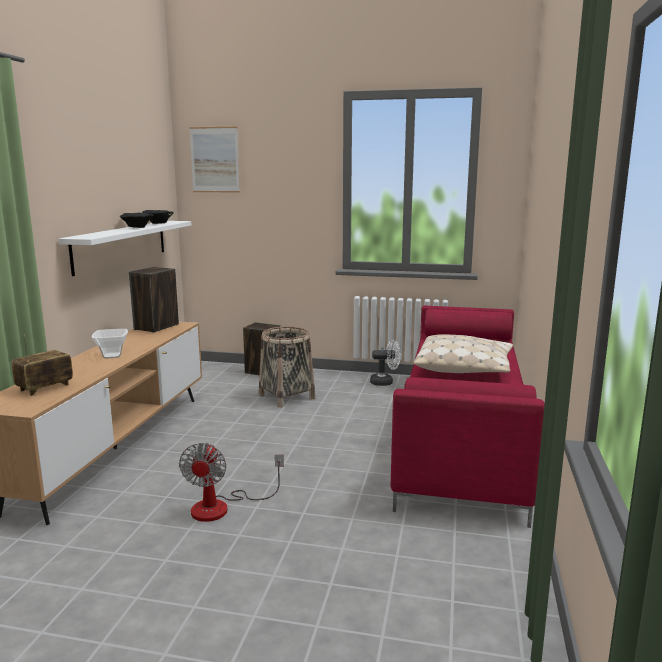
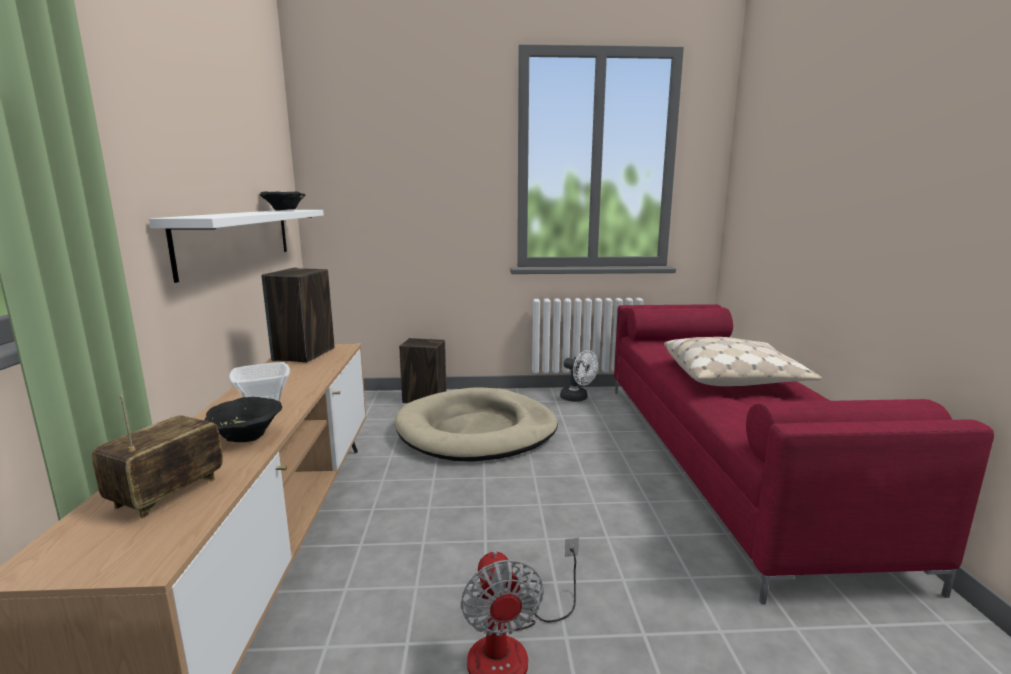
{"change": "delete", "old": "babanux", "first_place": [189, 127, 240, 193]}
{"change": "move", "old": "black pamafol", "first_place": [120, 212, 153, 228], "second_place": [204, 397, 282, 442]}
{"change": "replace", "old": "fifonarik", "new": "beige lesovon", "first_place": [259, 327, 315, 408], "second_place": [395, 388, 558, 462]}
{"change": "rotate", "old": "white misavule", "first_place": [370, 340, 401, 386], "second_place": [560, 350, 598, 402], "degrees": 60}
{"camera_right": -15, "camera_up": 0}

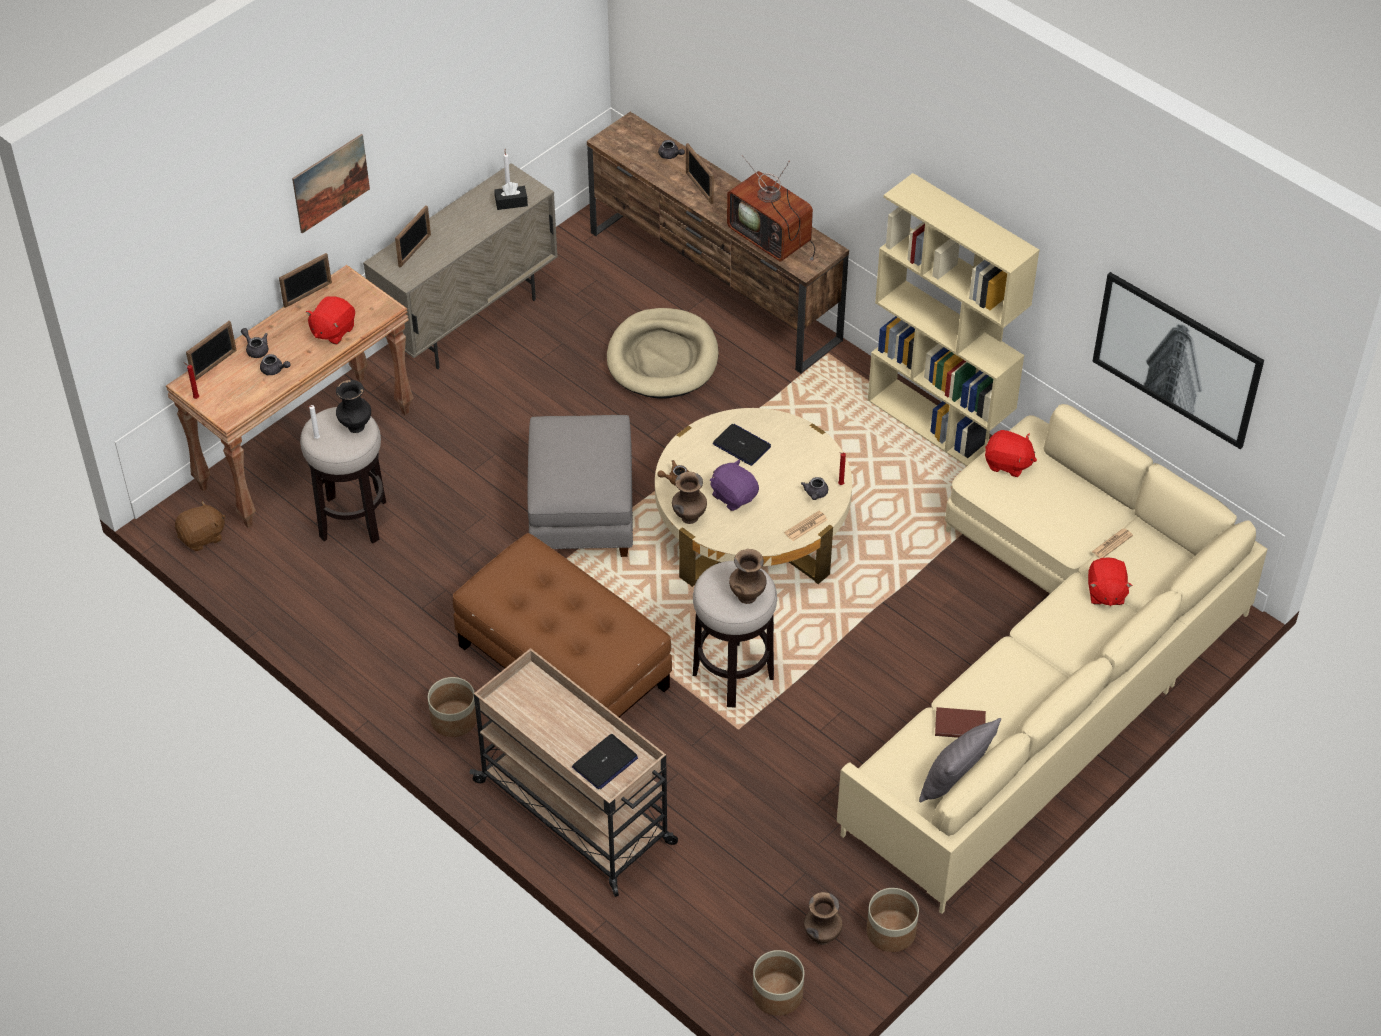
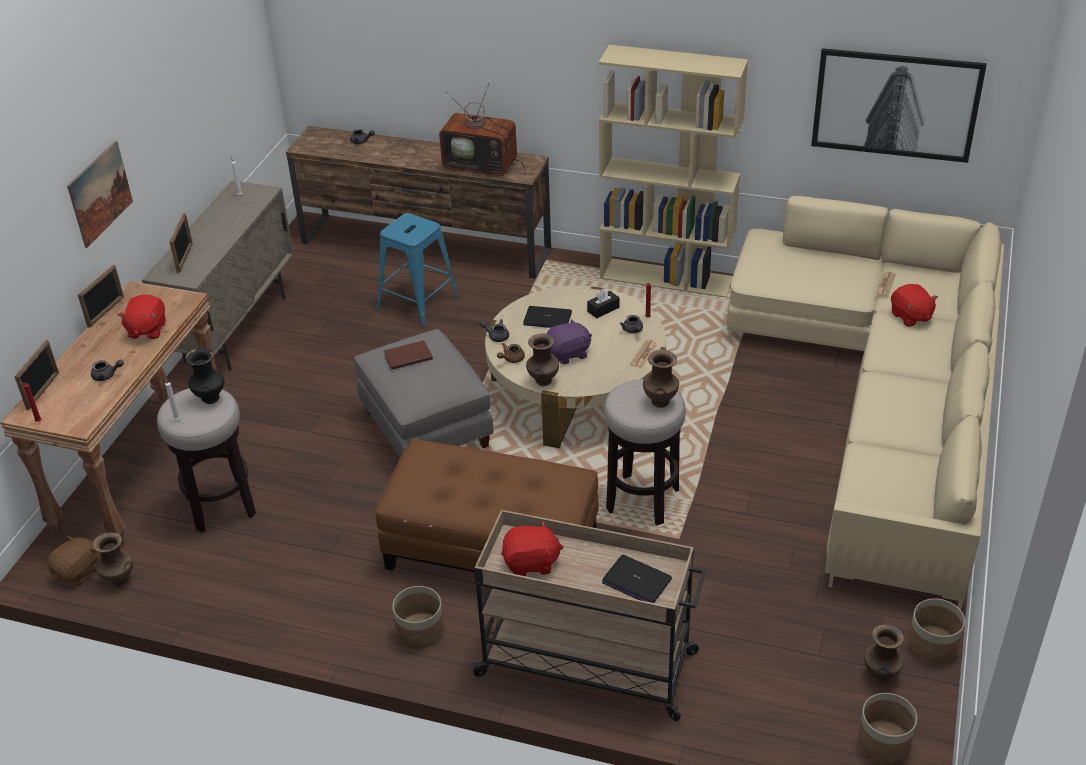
{"change": "delete", "old": "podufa", "first_place": [686, 143, 714, 204]}
{"change": "delete", "old": "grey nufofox", "first_place": [919, 718, 1001, 802]}
{"change": "insert", "new": "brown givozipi", "second_place": [93, 532, 133, 587]}
{"change": "move", "old": "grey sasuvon", "first_place": [241, 328, 268, 358], "second_place": [479, 319, 509, 342]}
{"change": "move", "old": "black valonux", "first_place": [494, 182, 528, 210], "second_place": [587, 289, 619, 318]}
{"change": "move", "old": "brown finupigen", "first_place": [935, 707, 986, 738], "second_place": [384, 340, 433, 370]}
{"change": "move", "old": "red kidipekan", "first_place": [985, 430, 1037, 477], "second_place": [501, 520, 563, 576]}
{"change": "replace", "old": "beige lesovon", "new": "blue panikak", "first_place": [607, 308, 719, 398], "second_place": [377, 213, 459, 327]}
{"change": "rotate", "old": "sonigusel", "first_place": [572, 734, 638, 789], "second_place": [602, 555, 672, 603], "degrees": 105}
{"change": "rotate", "old": "purple kidipekan", "first_place": [710, 459, 759, 511], "second_place": [546, 319, 592, 365], "degrees": 135}
{"camera_right": -25, "camera_up": -10}

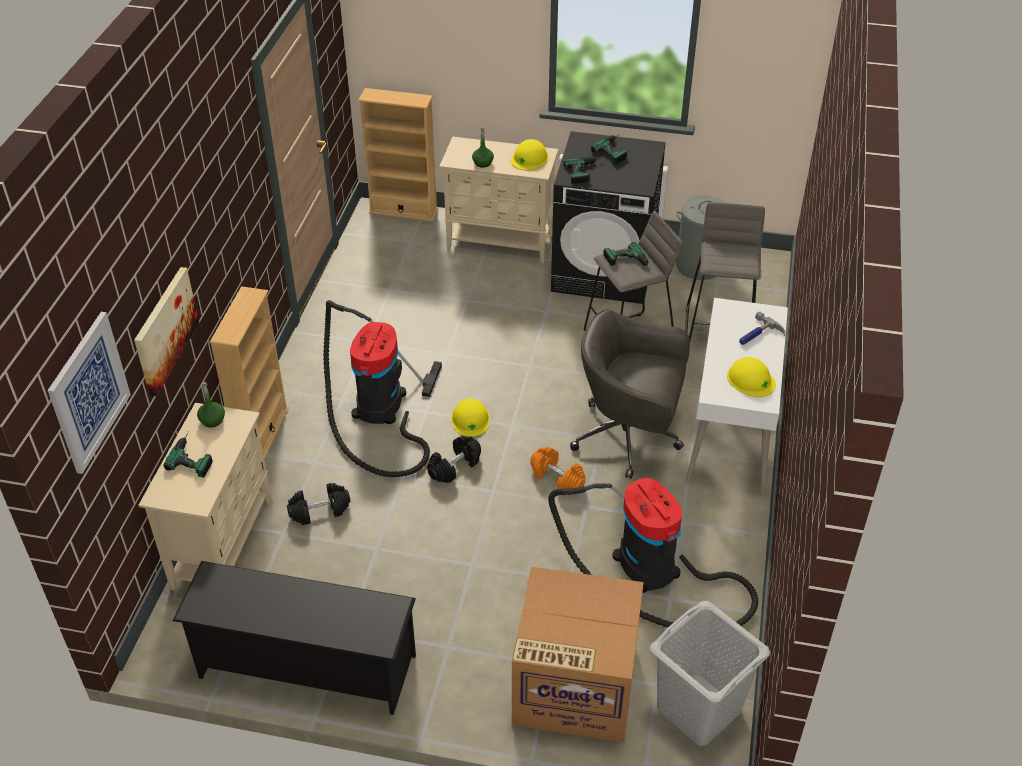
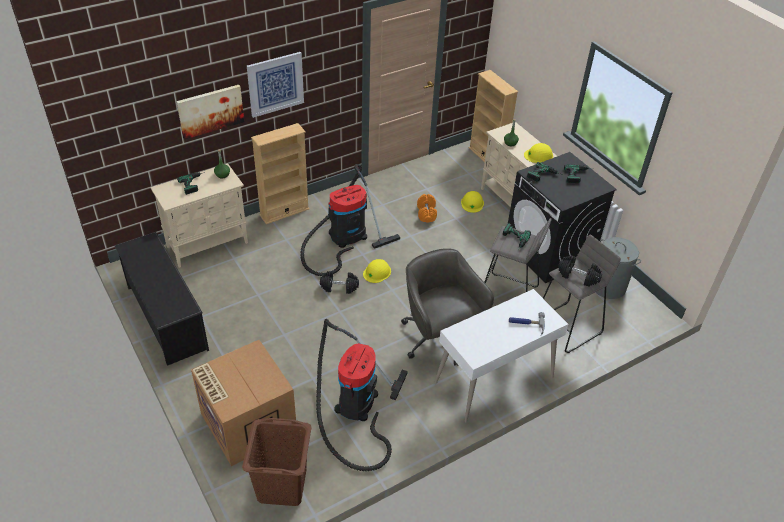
{"change": "move", "old": "babanux", "first_place": [48, 312, 131, 474], "second_place": [247, 52, 304, 118]}
{"change": "move", "old": "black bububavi", "first_place": [287, 483, 351, 525], "second_place": [558, 255, 602, 287]}
{"change": "move", "old": "orange bububavi", "first_place": [531, 447, 585, 489], "second_place": [417, 194, 437, 223]}
{"change": "move", "old": "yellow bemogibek", "first_place": [727, 357, 776, 397], "second_place": [461, 191, 484, 213]}
{"change": "recolor", "old": "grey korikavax", "new": "brown korikavax", "first_place": [650, 601, 770, 746], "second_place": [242, 418, 312, 506]}
{"camera_right": 45, "camera_up": 0}

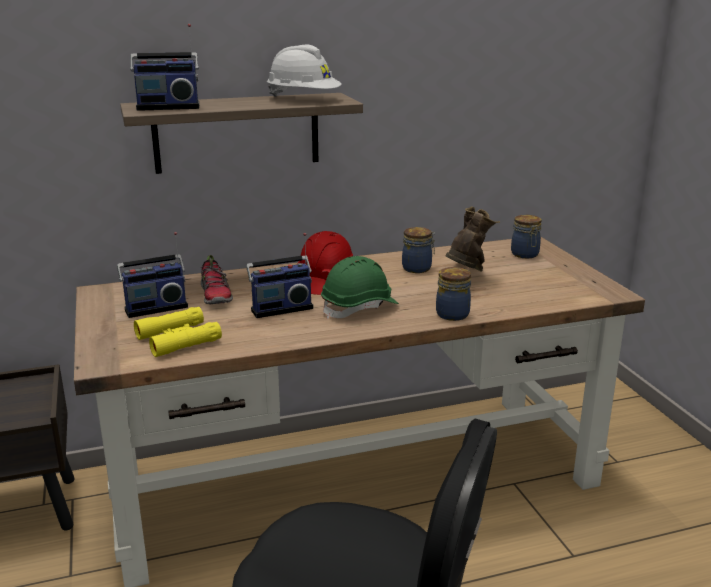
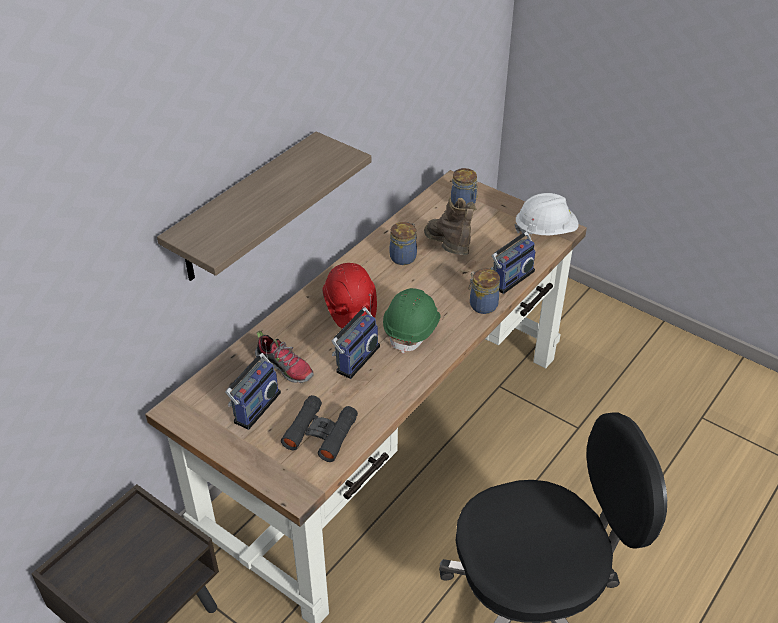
{"change": "move", "old": "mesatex", "first_place": [130, 24, 199, 111], "second_place": [491, 218, 535, 294]}
{"change": "move", "old": "white bemogibek", "first_place": [267, 44, 342, 97], "second_place": [514, 193, 579, 235]}
{"change": "recolor", "old": "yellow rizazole", "new": "black rizazole", "first_place": [134, 307, 222, 357], "second_place": [281, 395, 358, 462]}
{"camera_right": -35, "camera_up": 20}

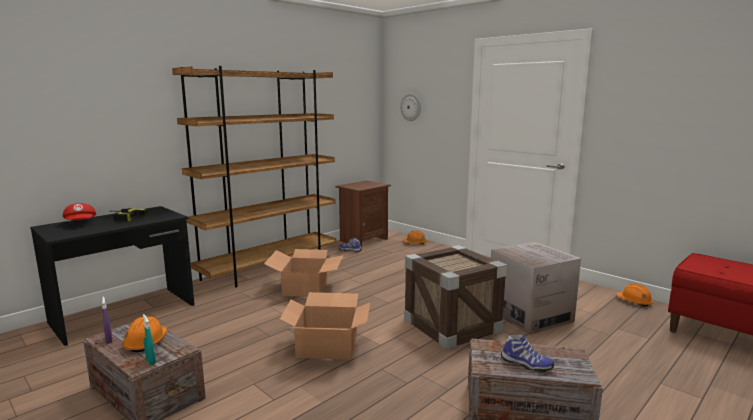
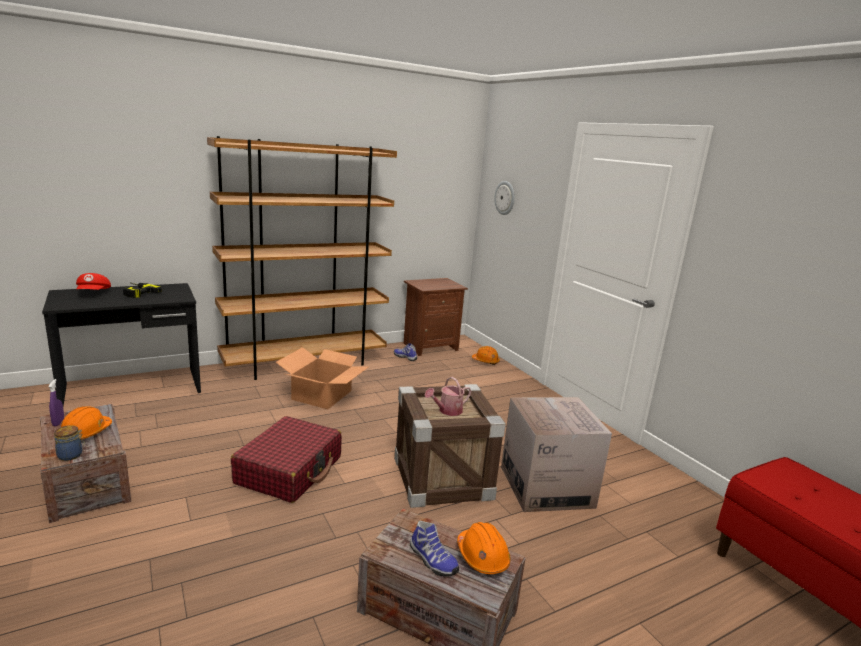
{"change": "insert", "new": "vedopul", "second_place": [424, 377, 472, 416]}
{"change": "move", "old": "orange bemogibek", "first_place": [617, 284, 653, 306], "second_place": [457, 522, 510, 575]}
{"change": "replace", "old": "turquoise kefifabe", "new": "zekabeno", "first_place": [143, 314, 156, 365], "second_place": [54, 425, 84, 461]}
{"change": "replace", "old": "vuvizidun", "new": "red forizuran", "first_place": [280, 292, 371, 360], "second_place": [231, 416, 342, 503]}
{"camera_right": 15, "camera_up": 5}

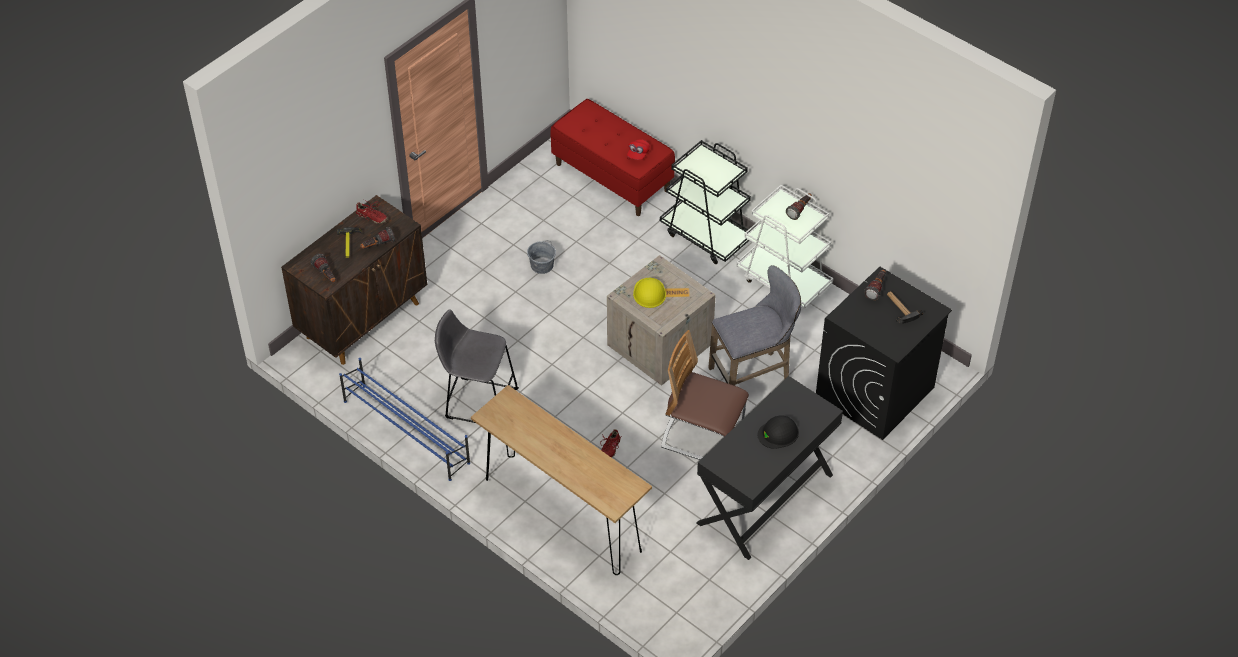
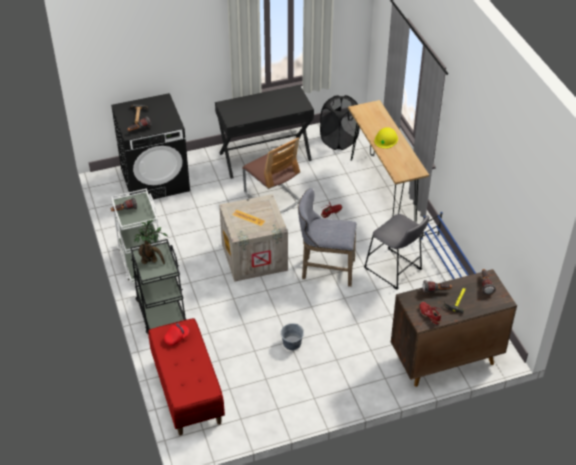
{"change": "delete", "old": "black bemogibek", "first_place": [758, 415, 799, 449]}
{"change": "insert", "new": "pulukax", "second_place": [134, 220, 167, 264]}
{"change": "insert", "new": "black korikavax", "second_place": [320, 95, 360, 150]}
{"change": "move", "old": "yellow bemogibek", "first_place": [633, 278, 666, 308], "second_place": [374, 127, 398, 149]}
{"change": "move", "old": "grey panikak", "first_place": [708, 265, 801, 386], "second_place": [298, 188, 357, 287]}
{"camera_right": -150, "camera_up": -5}

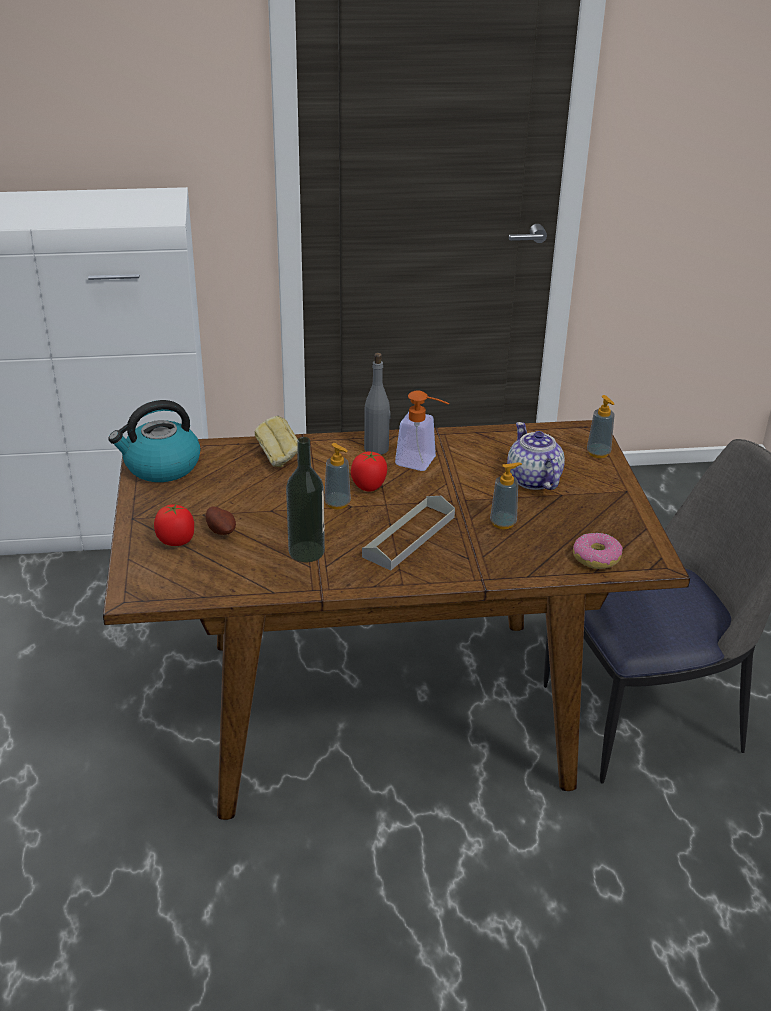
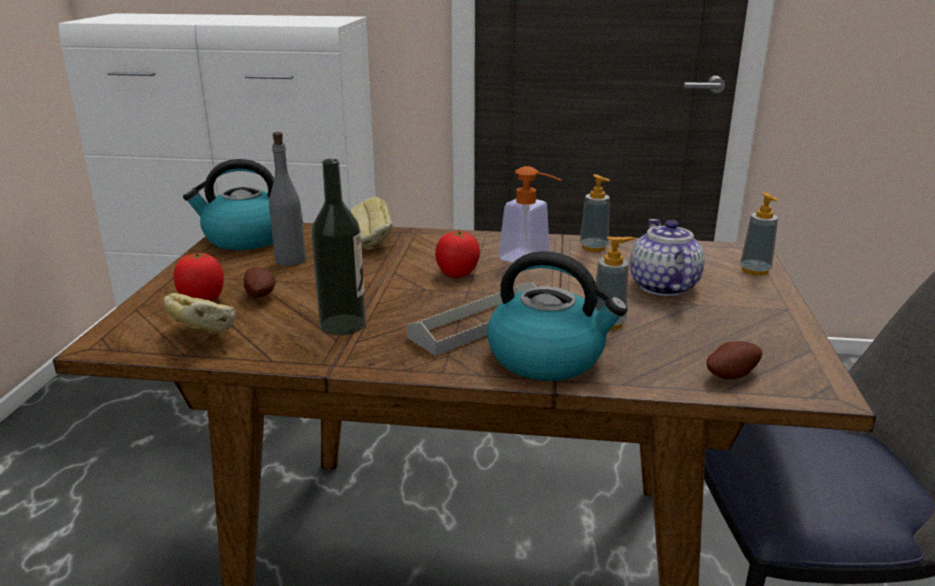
{"change": "insert", "new": "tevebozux", "second_place": [163, 293, 236, 334]}
{"change": "insert", "new": "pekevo", "second_place": [487, 251, 628, 381]}
{"change": "move", "old": "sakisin", "first_place": [324, 443, 351, 510], "second_place": [580, 174, 610, 252]}
{"change": "move", "old": "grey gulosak", "first_place": [364, 353, 391, 455], "second_place": [269, 132, 306, 266]}
{"change": "replace", "old": "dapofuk", "new": "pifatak", "first_place": [573, 533, 623, 569], "second_place": [707, 341, 762, 379]}
{"camera_right": 15, "camera_up": -10}

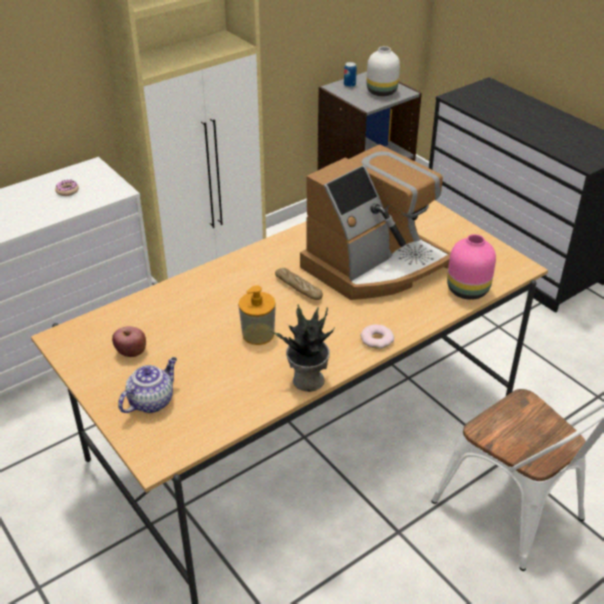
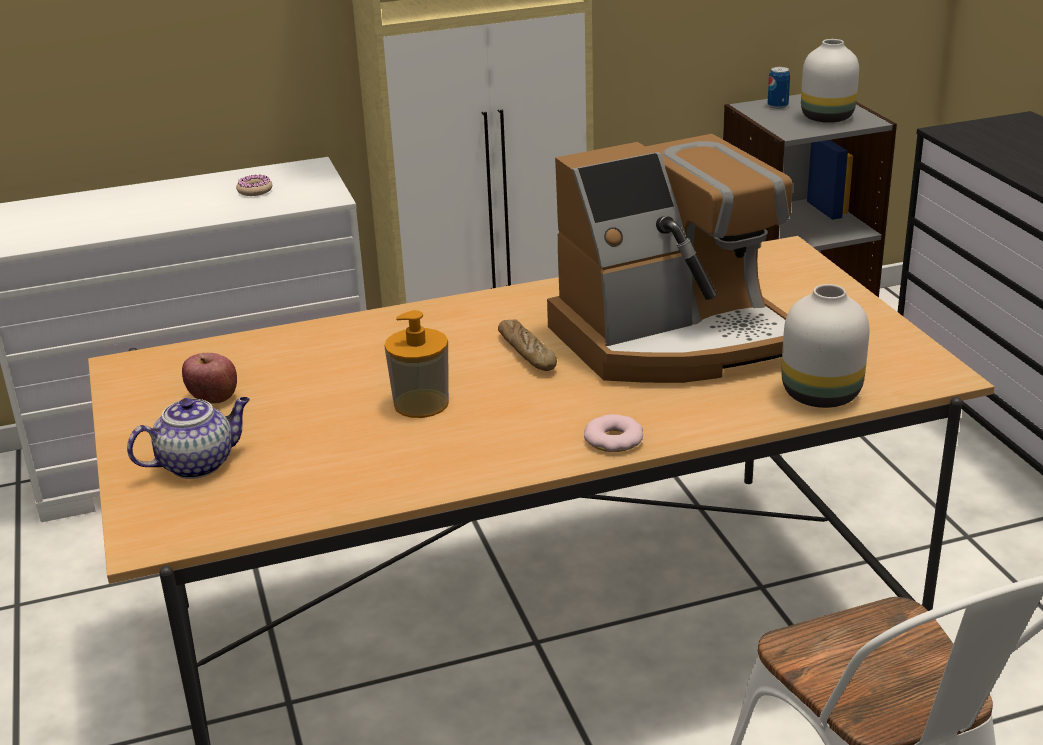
{"change": "delete", "old": "pulukax", "first_place": [269, 304, 336, 392]}
{"change": "recolor", "old": "pink givozipi", "new": "white givozipi", "first_place": [447, 234, 496, 300], "second_place": [781, 284, 869, 408]}
{"camera_right": 20, "camera_up": -10}

